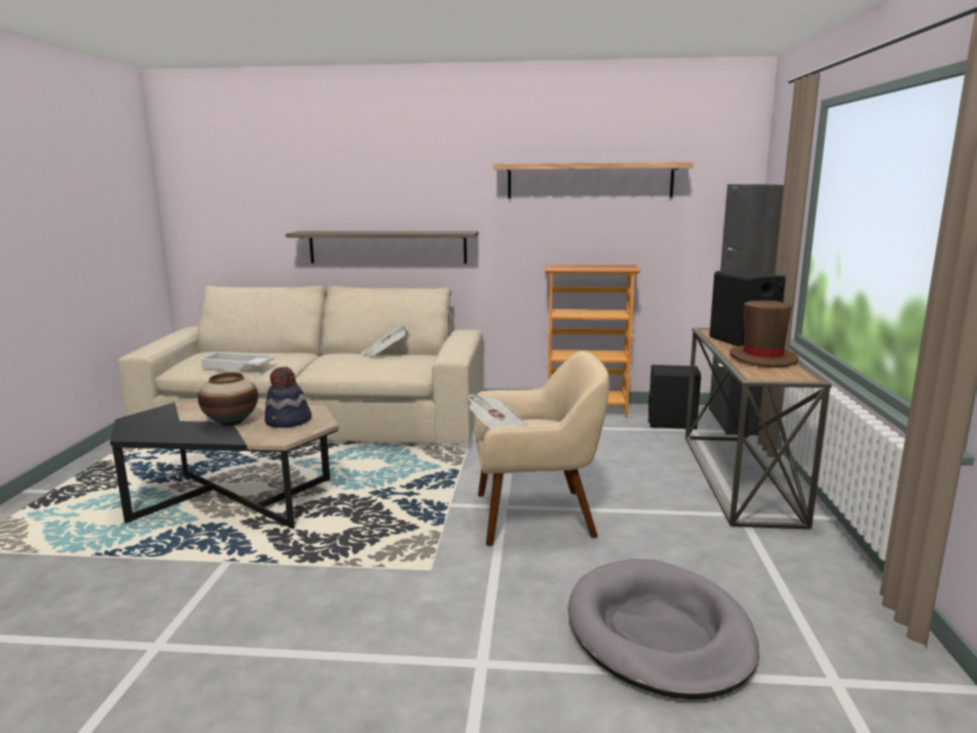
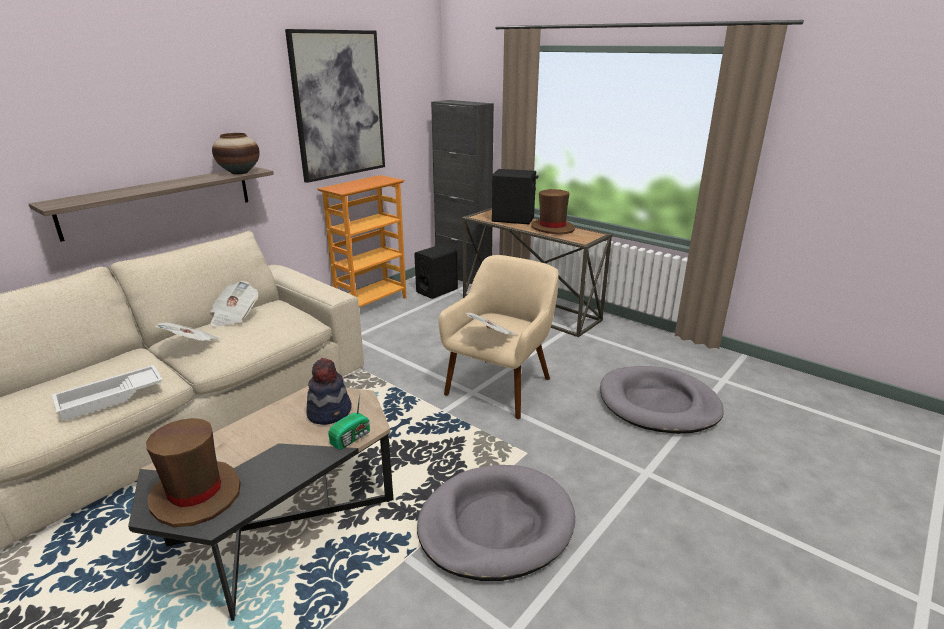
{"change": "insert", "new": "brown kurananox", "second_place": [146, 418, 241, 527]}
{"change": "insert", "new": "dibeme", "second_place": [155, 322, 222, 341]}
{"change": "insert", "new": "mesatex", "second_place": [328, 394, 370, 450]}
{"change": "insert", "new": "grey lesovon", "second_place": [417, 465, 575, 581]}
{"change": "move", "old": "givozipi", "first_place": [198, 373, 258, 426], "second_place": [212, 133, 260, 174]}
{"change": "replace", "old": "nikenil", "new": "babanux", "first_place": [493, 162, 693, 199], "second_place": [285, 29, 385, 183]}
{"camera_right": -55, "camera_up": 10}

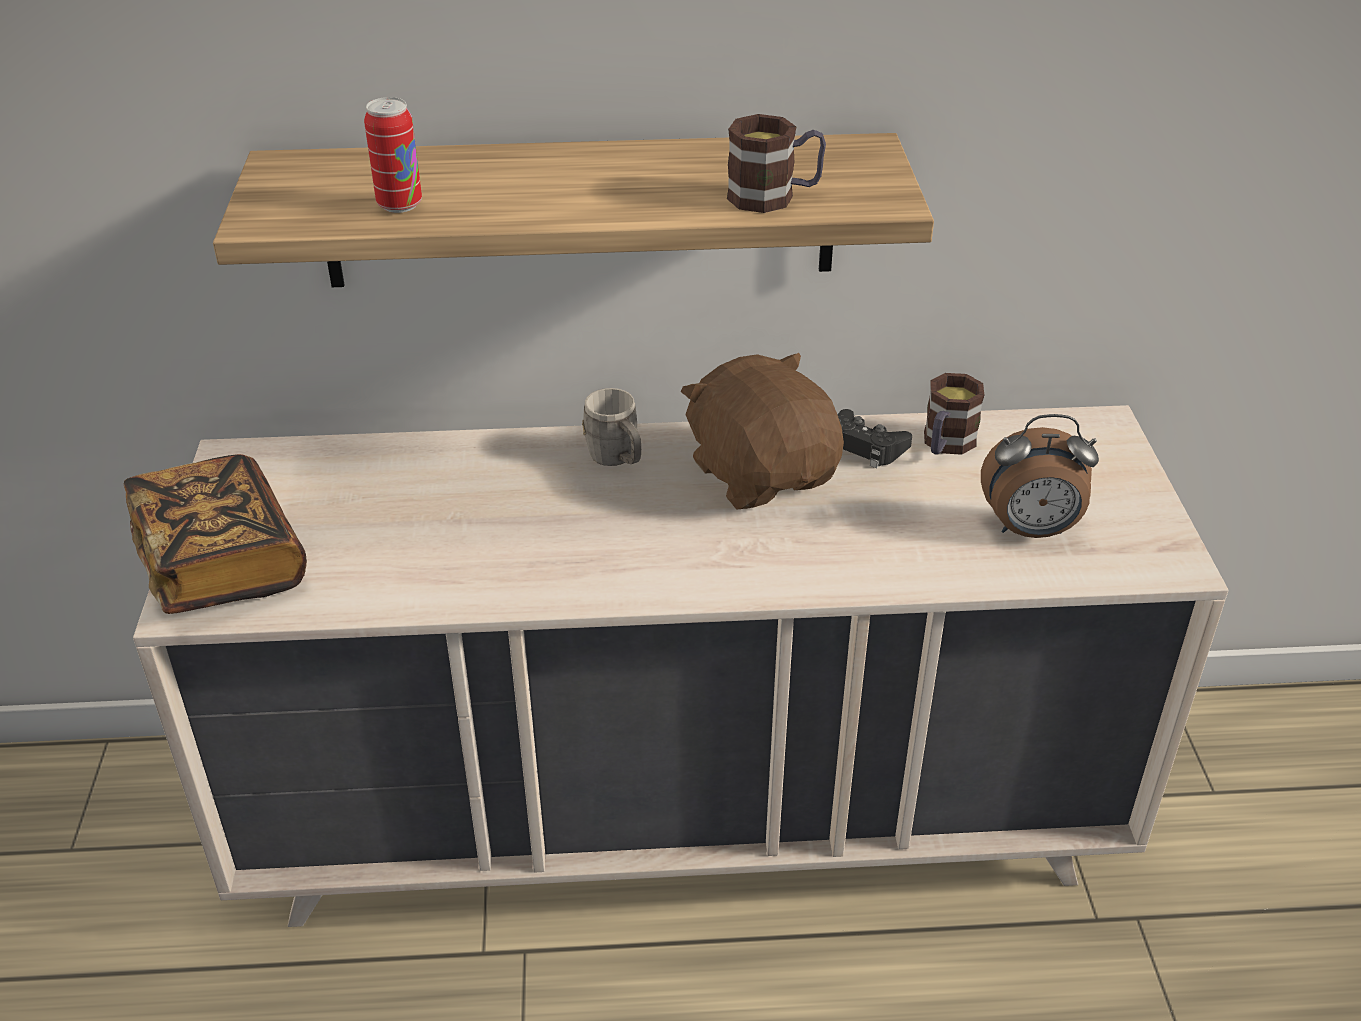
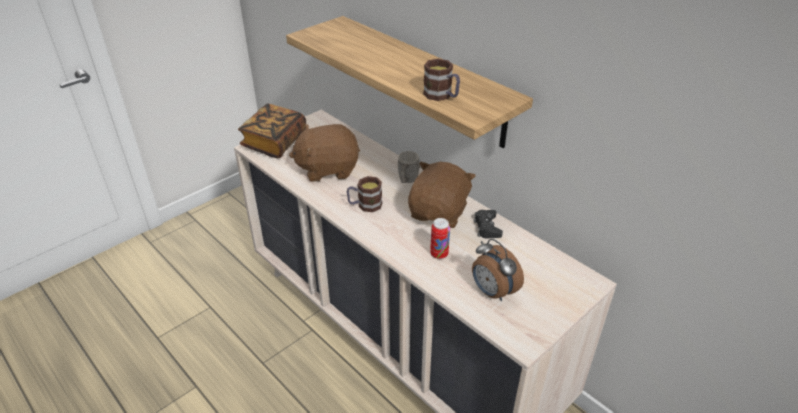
{"change": "insert", "new": "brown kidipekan", "second_place": [289, 124, 360, 182]}
{"change": "move", "old": "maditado", "first_place": [364, 97, 422, 213], "second_place": [430, 218, 450, 259]}
{"change": "move", "old": "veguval", "first_place": [924, 373, 984, 455], "second_place": [347, 176, 382, 212]}
{"camera_right": 50, "camera_up": 0}

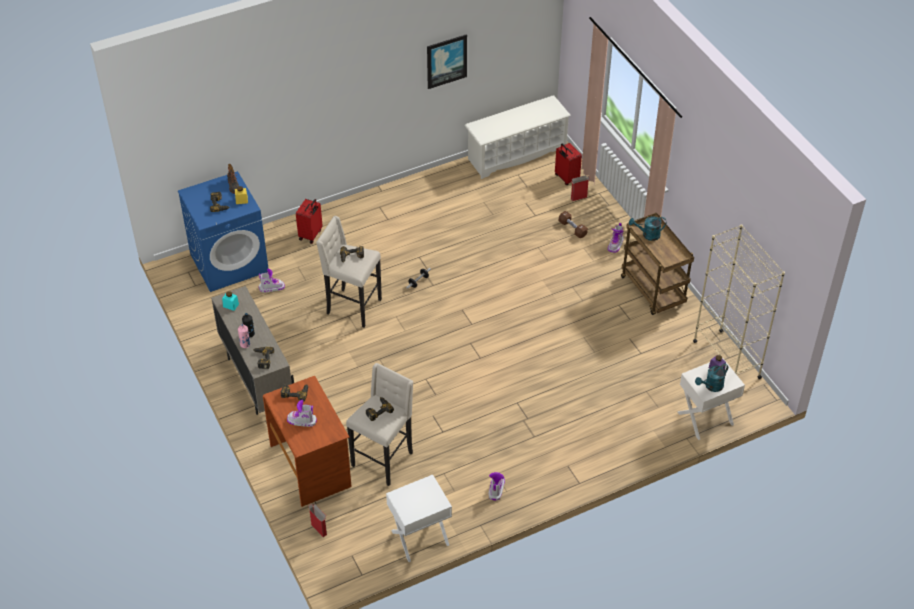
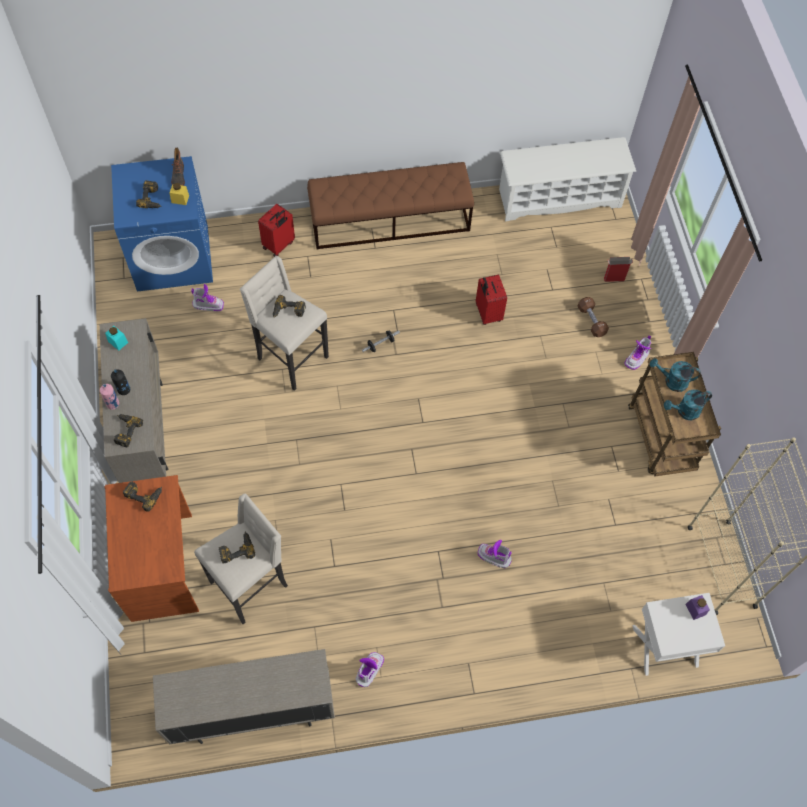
{"change": "delete", "old": "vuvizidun", "first_place": [308, 504, 327, 537]}
{"change": "delete", "old": "babanux", "first_place": [427, 34, 467, 89]}
{"change": "insert", "new": "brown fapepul", "second_place": [307, 162, 474, 250]}
{"change": "move", "old": "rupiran", "first_place": [287, 400, 317, 427], "second_place": [478, 540, 512, 568]}
{"change": "move", "old": "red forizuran", "first_place": [555, 143, 582, 185], "second_place": [476, 275, 507, 325]}
{"change": "move", "old": "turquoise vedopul", "first_place": [695, 364, 728, 392], "second_place": [664, 390, 712, 420]}
{"change": "replace", "old": "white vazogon", "new": "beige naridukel", "first_place": [386, 475, 452, 562], "second_place": [153, 649, 335, 744]}
{"camera_right": 15, "camera_up": 15}

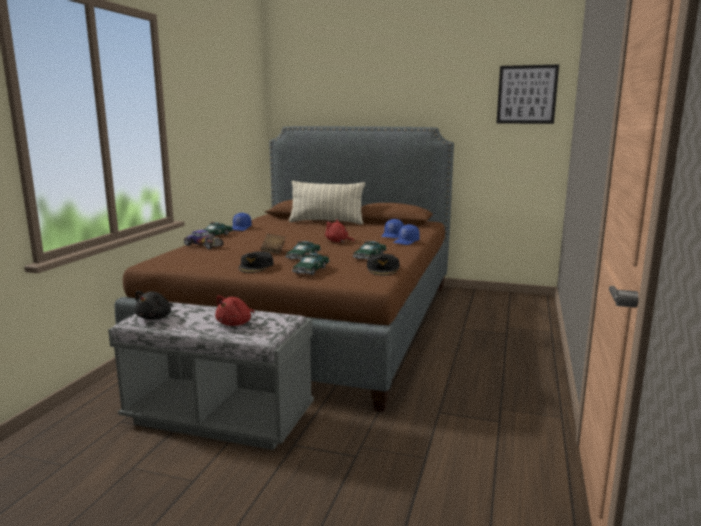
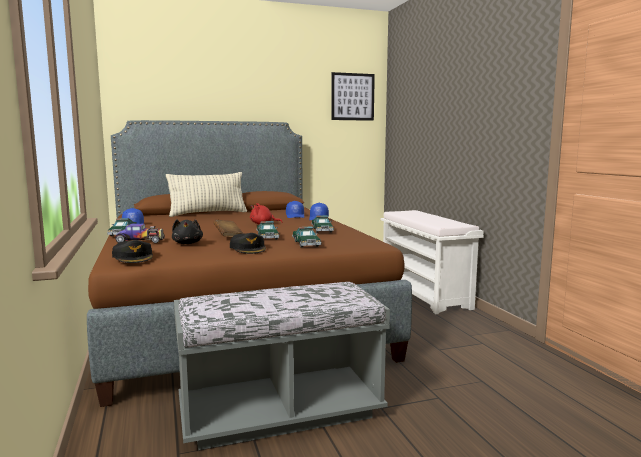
{"change": "delete", "old": "red kidipekan", "first_place": [215, 295, 254, 326]}
{"change": "insert", "new": "white fapepul", "second_place": [381, 210, 484, 314]}
{"change": "move", "old": "black kidipekan", "first_place": [135, 291, 173, 320], "second_place": [172, 219, 203, 244]}
{"change": "move", "old": "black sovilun", "first_place": [367, 254, 400, 275], "second_place": [112, 240, 153, 263]}
{"camera_right": -35, "camera_up": -5}

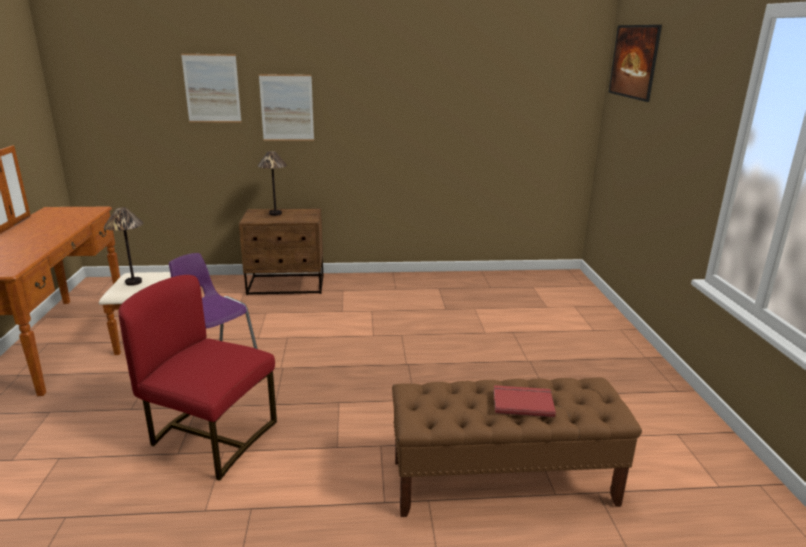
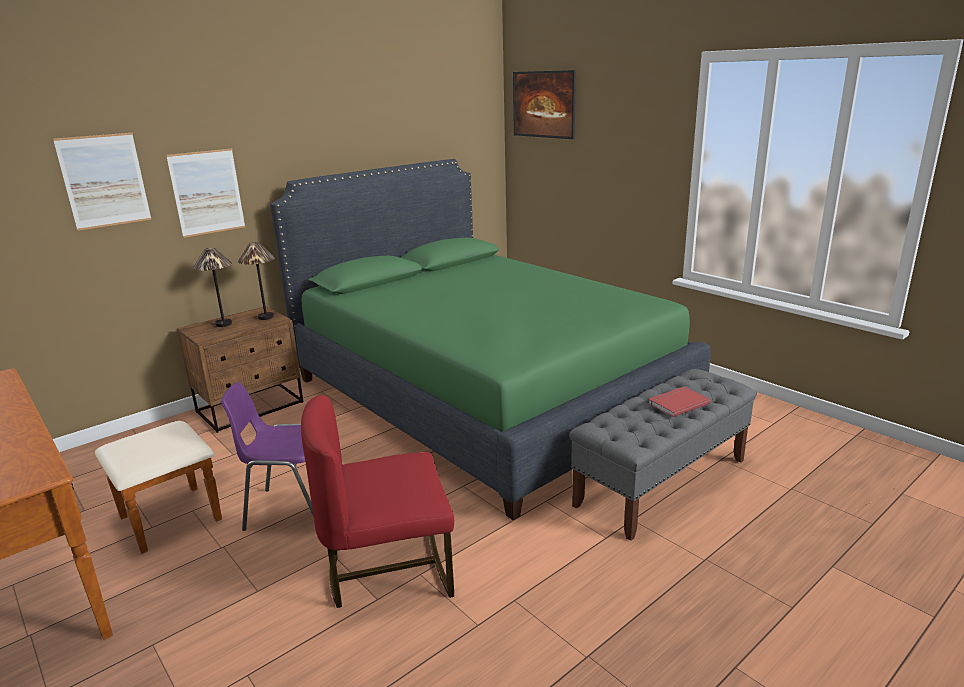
{"change": "insert", "new": "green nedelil", "second_place": [270, 159, 711, 520]}
{"change": "move", "old": "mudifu", "first_place": [104, 207, 143, 286], "second_place": [238, 242, 275, 320]}
{"change": "recolor", "old": "brown fapepul", "new": "grey fapepul", "first_place": [392, 378, 642, 517], "second_place": [569, 369, 757, 541]}
{"camera_right": -35, "camera_up": 0}

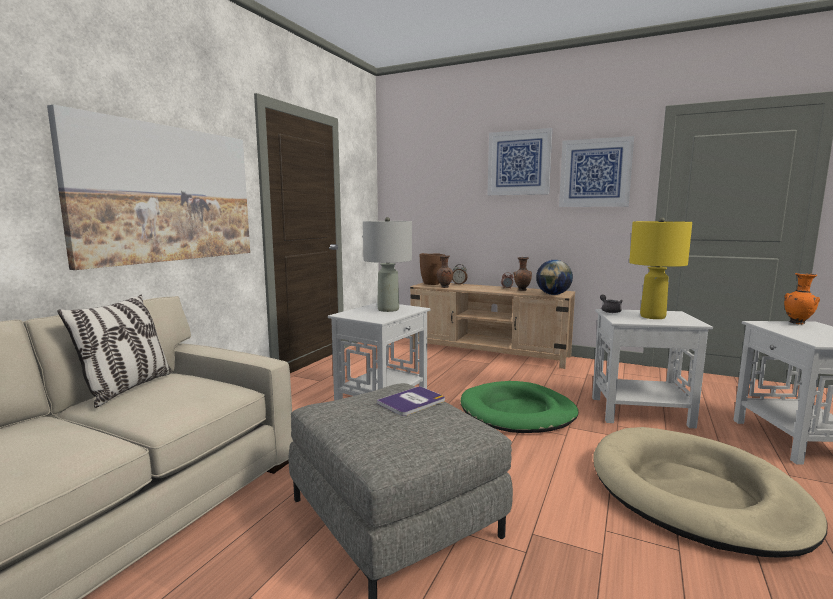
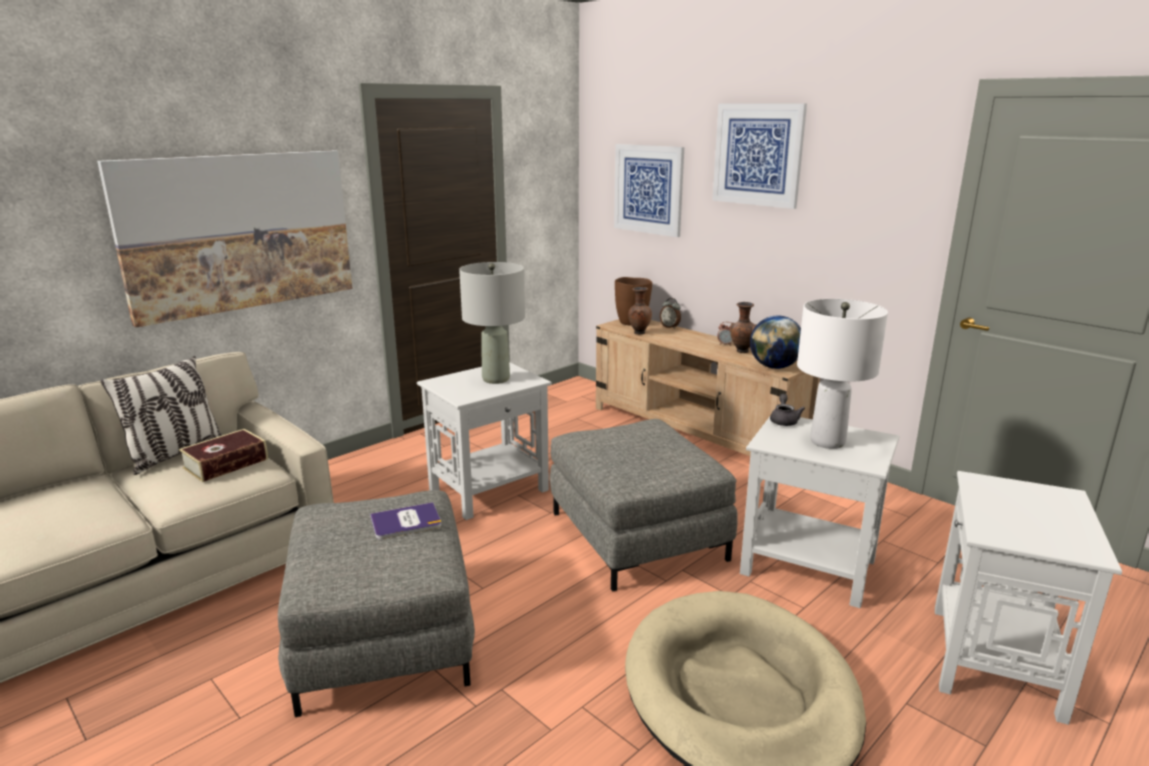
{"change": "delete", "old": "orange givozipi", "first_place": [784, 273, 820, 325]}
{"change": "insert", "new": "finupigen", "second_place": [179, 429, 268, 482]}
{"change": "move", "old": "babanux", "first_place": [559, 136, 634, 207], "second_place": [614, 144, 684, 237]}
{"change": "replace", "old": "green lesovon", "new": "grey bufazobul", "first_place": [460, 381, 579, 433], "second_place": [550, 419, 738, 591]}
{"change": "recolor", "old": "yellow mudifu", "new": "white mudifu", "first_place": [629, 217, 692, 319], "second_place": [797, 299, 888, 449]}
{"camera_right": 20, "camera_up": 10}

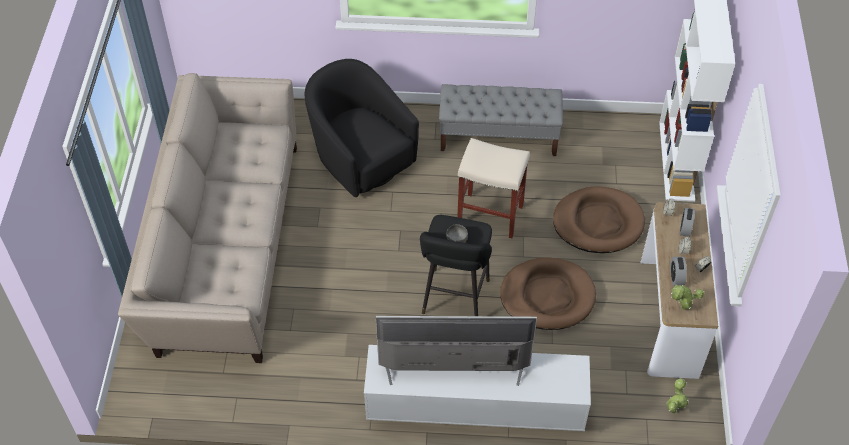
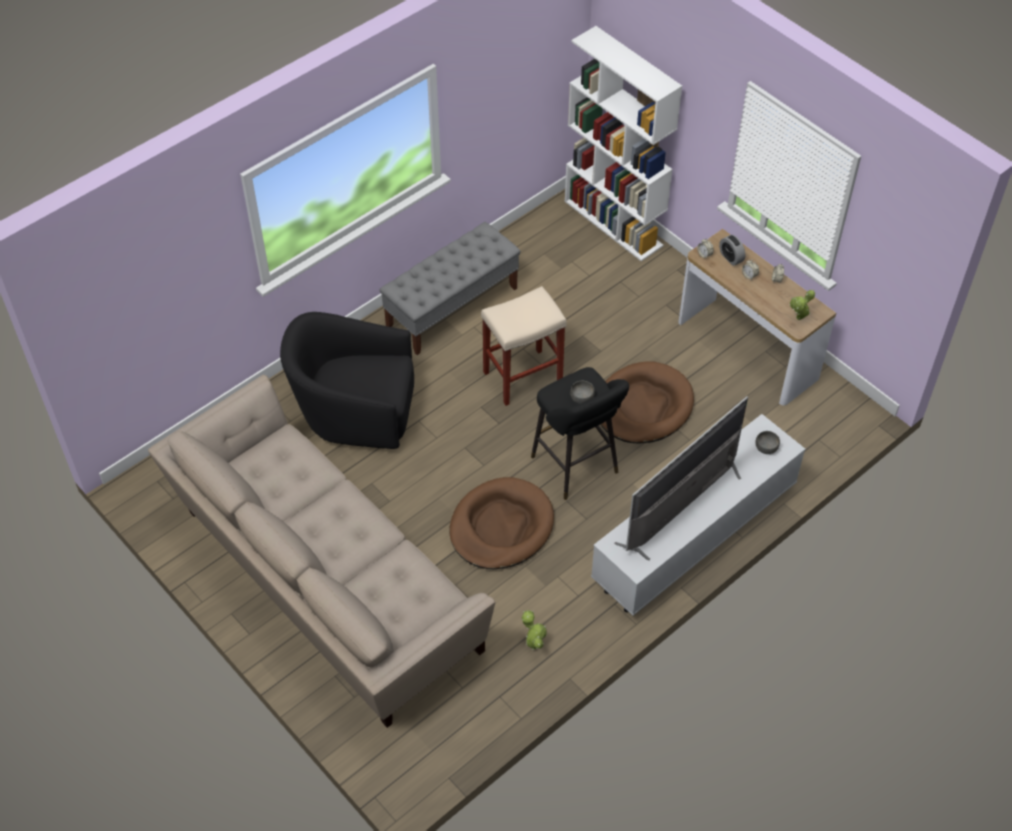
{"change": "delete", "old": "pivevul", "first_place": [670, 257, 687, 286]}
{"change": "insert", "new": "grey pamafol", "second_place": [755, 431, 780, 454]}
{"change": "move", "old": "brown lesovon", "first_place": [553, 186, 645, 253], "second_place": [450, 477, 554, 569]}
{"change": "move", "old": "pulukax", "first_place": [666, 378, 689, 413], "second_place": [521, 610, 547, 650]}
{"camera_right": -45, "camera_up": 0}

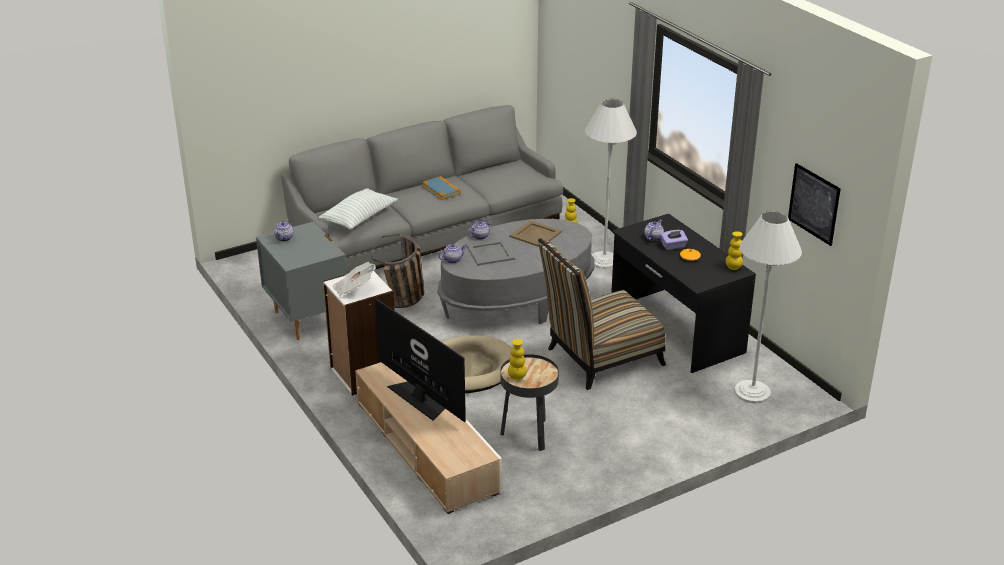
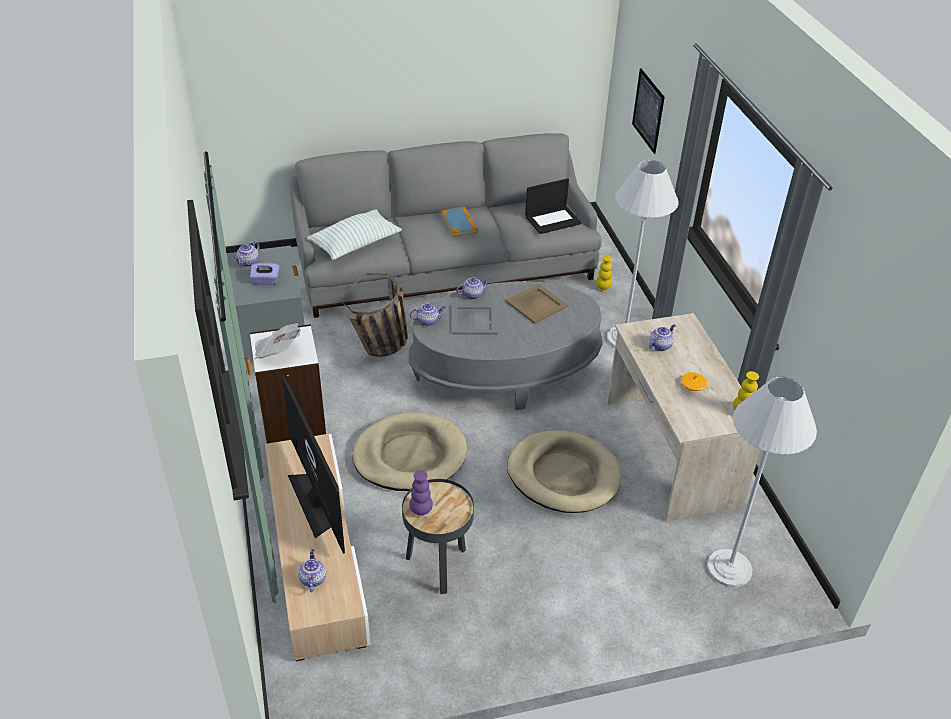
{"change": "insert", "new": "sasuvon", "second_place": [298, 549, 326, 592]}
{"change": "insert", "new": "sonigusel", "second_place": [525, 178, 582, 234]}
{"change": "move", "old": "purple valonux", "first_place": [660, 230, 688, 250], "second_place": [250, 263, 280, 285]}
{"change": "move", "old": "babanux", "first_place": [788, 163, 841, 246], "second_place": [632, 69, 665, 154]}
{"change": "replace", "old": "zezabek", "new": "beige lesovon", "first_place": [538, 238, 666, 390], "second_place": [507, 430, 622, 513]}
{"change": "recolor", "old": "yellow givozipi", "new": "purple givozipi", "first_place": [508, 339, 527, 380], "second_place": [409, 470, 433, 516]}
{"change": "recolor", "old": "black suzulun", "new": "beige suzulun", "first_place": [611, 214, 756, 373], "second_place": [607, 313, 761, 522]}
{"camera_right": 15, "camera_up": 10}

